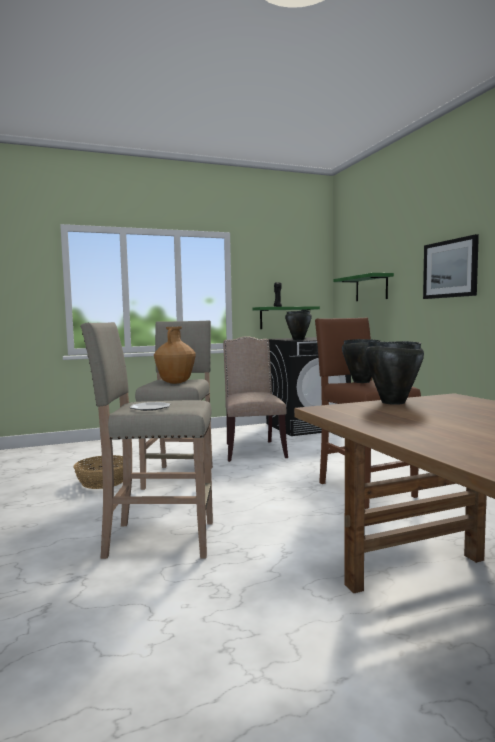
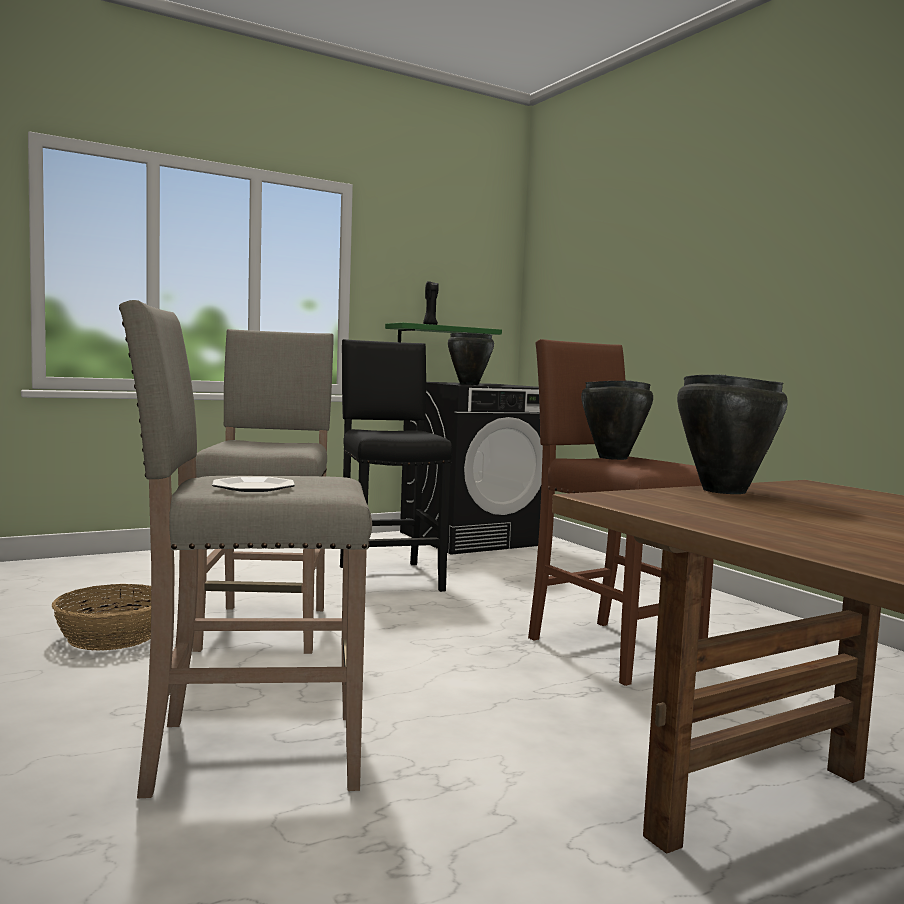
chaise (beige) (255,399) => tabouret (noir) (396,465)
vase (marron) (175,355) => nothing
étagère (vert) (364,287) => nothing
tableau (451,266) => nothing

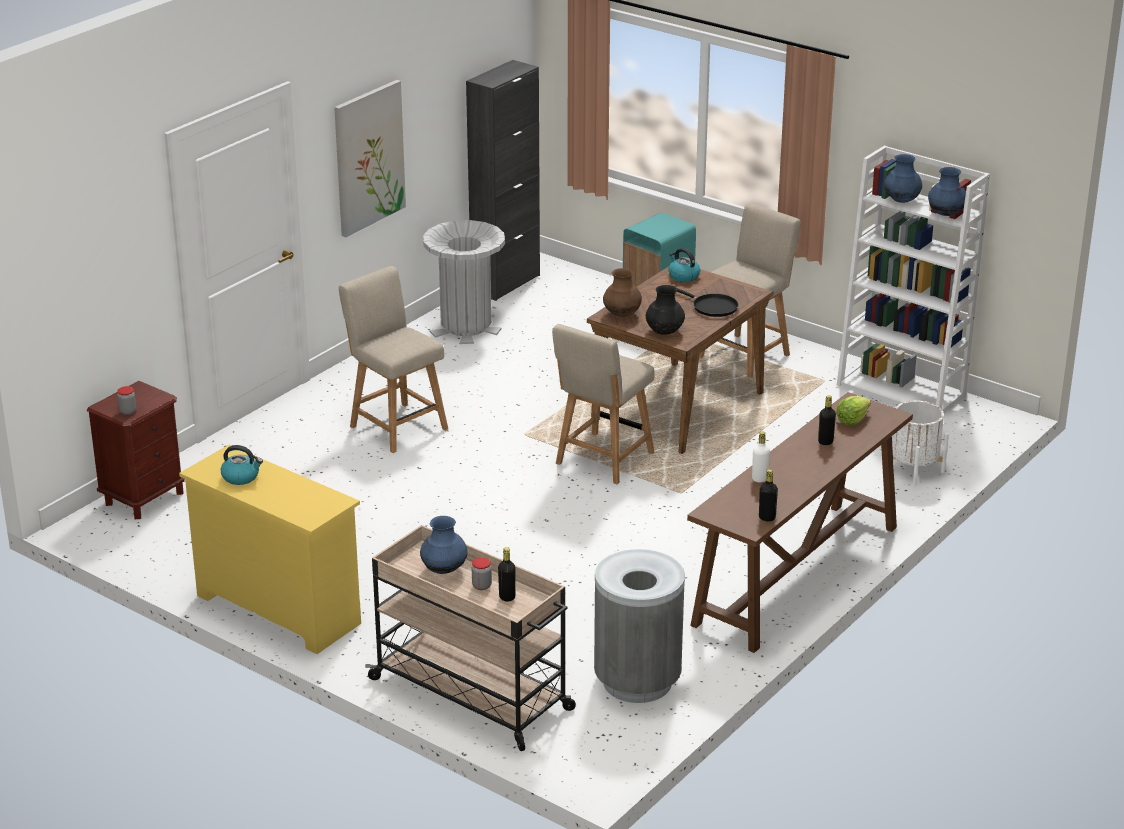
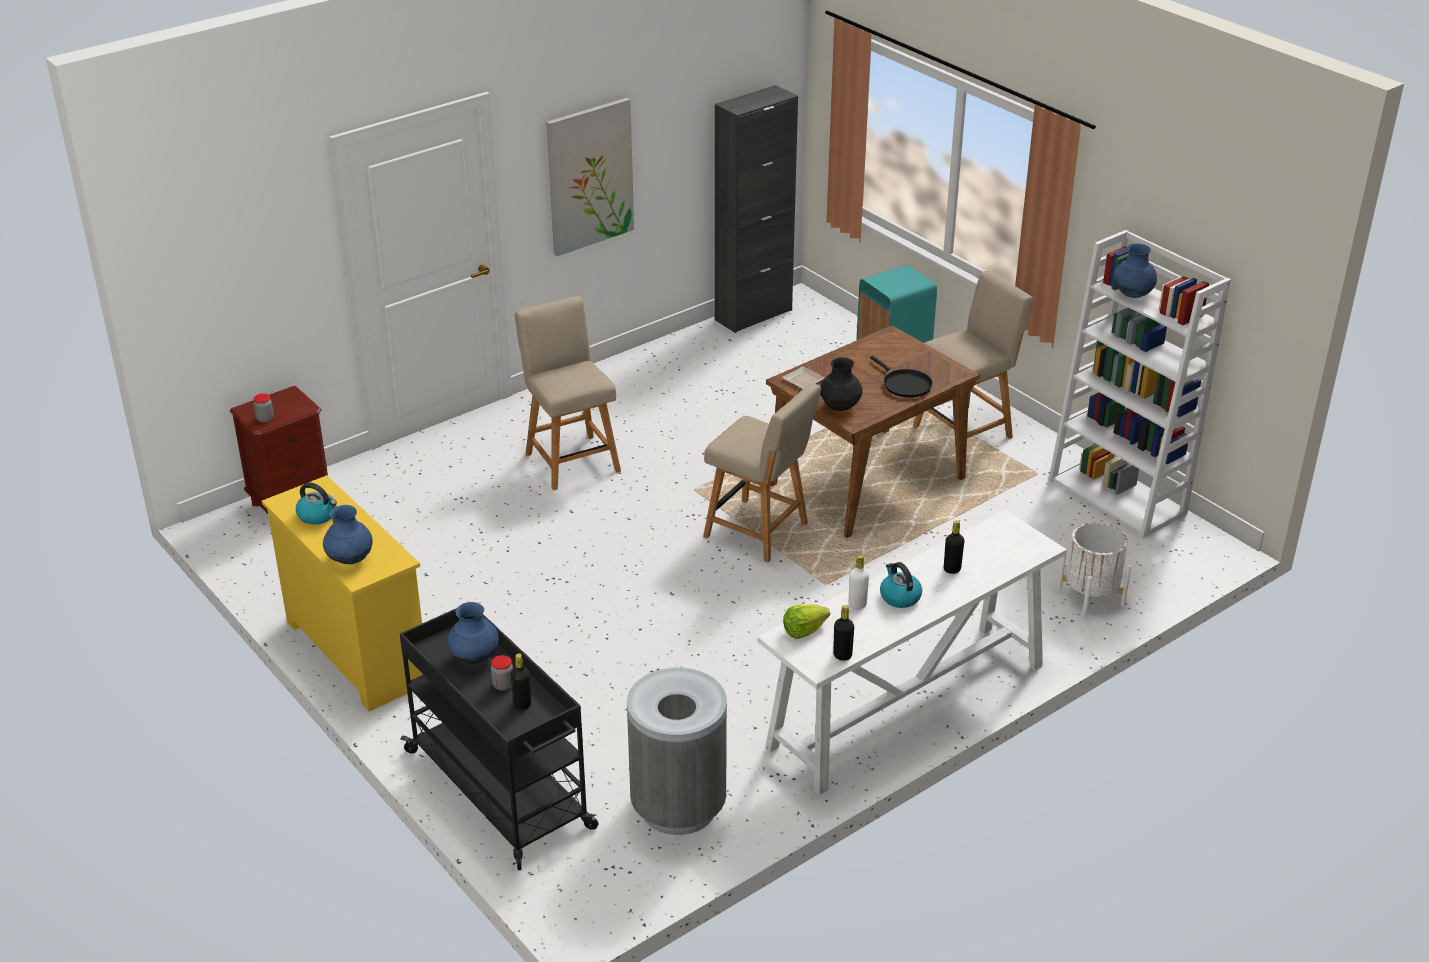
vase (bleu) (947,191) => vase (bleu) (348,534), moved
chariot (beige) (470,638) => chariot (noir) (499,739)
chaise (beige) (603,404) => chaise (beige) (762,473), 105 degrees counterclockwise
table console (marron) (800,522) => table console (blanc) (912,652)
vase (marron) (622,292) => assiette (803,377)
laitue (853,410) => laitue (806,621), moved
bouilloire (684,265) => bouilloire (901,585), moved
poubelle (gris) (464,282) => nothing

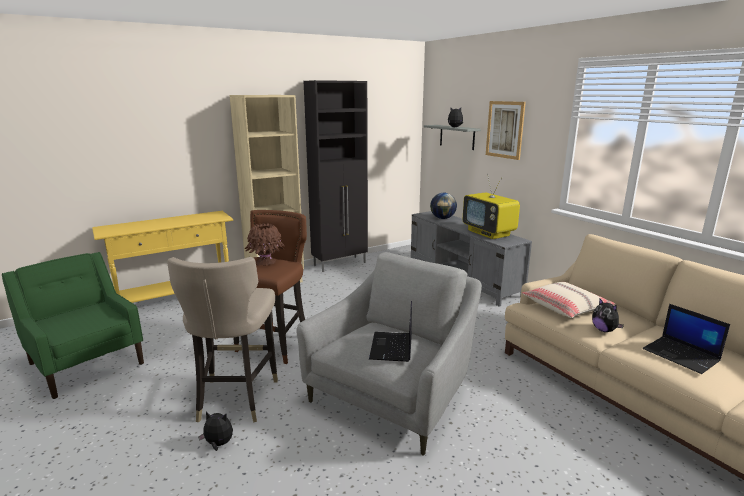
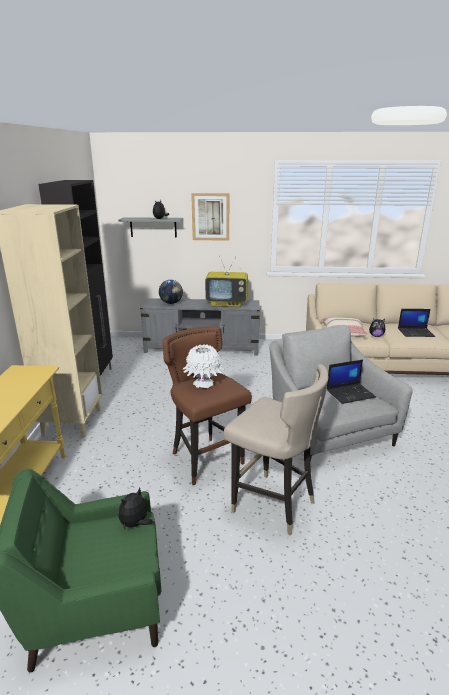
peluche (215,431) => peluche (135,508), moved
vase (marron) (265,244) => vase (blanc) (203,366)
ordinateur portable (390,331) => ordinateur portable (351,382), 60 degrees counterclockwise

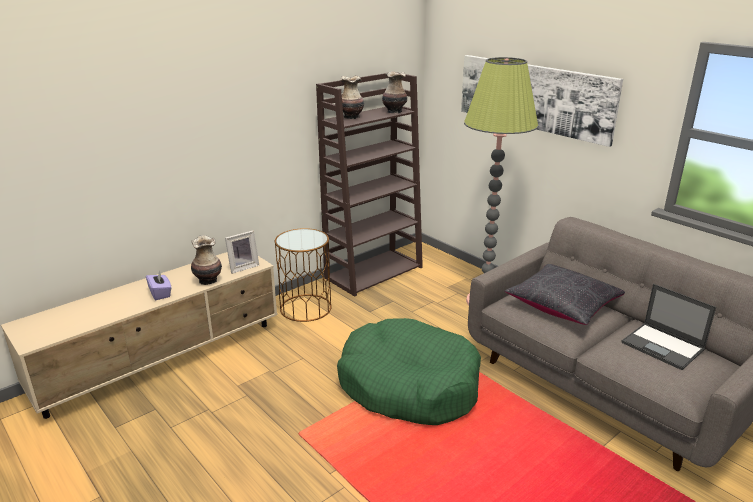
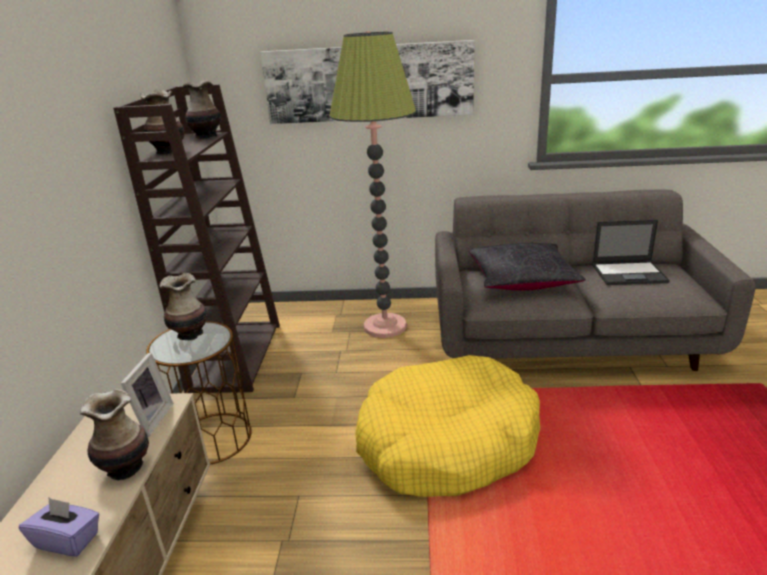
nothing => vase (183,306)
panier pour chien (vert) (409,371) => panier pour chien (jaune) (447,426)

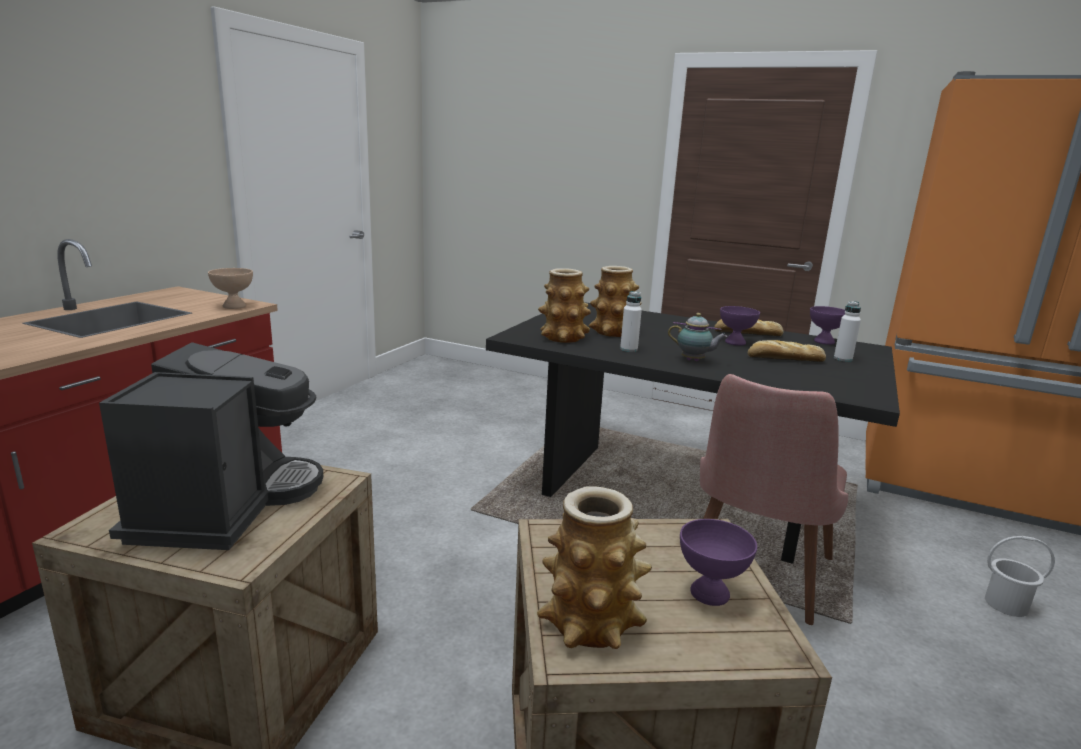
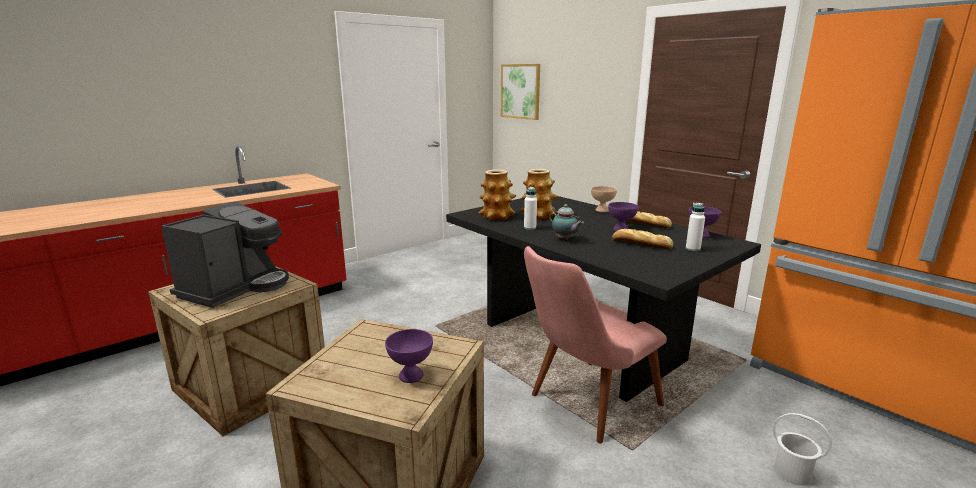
nothing => tableau (520,92)
bol (beige) (230,288) => bol (beige) (604,199), moved
vase (594,567) => nothing

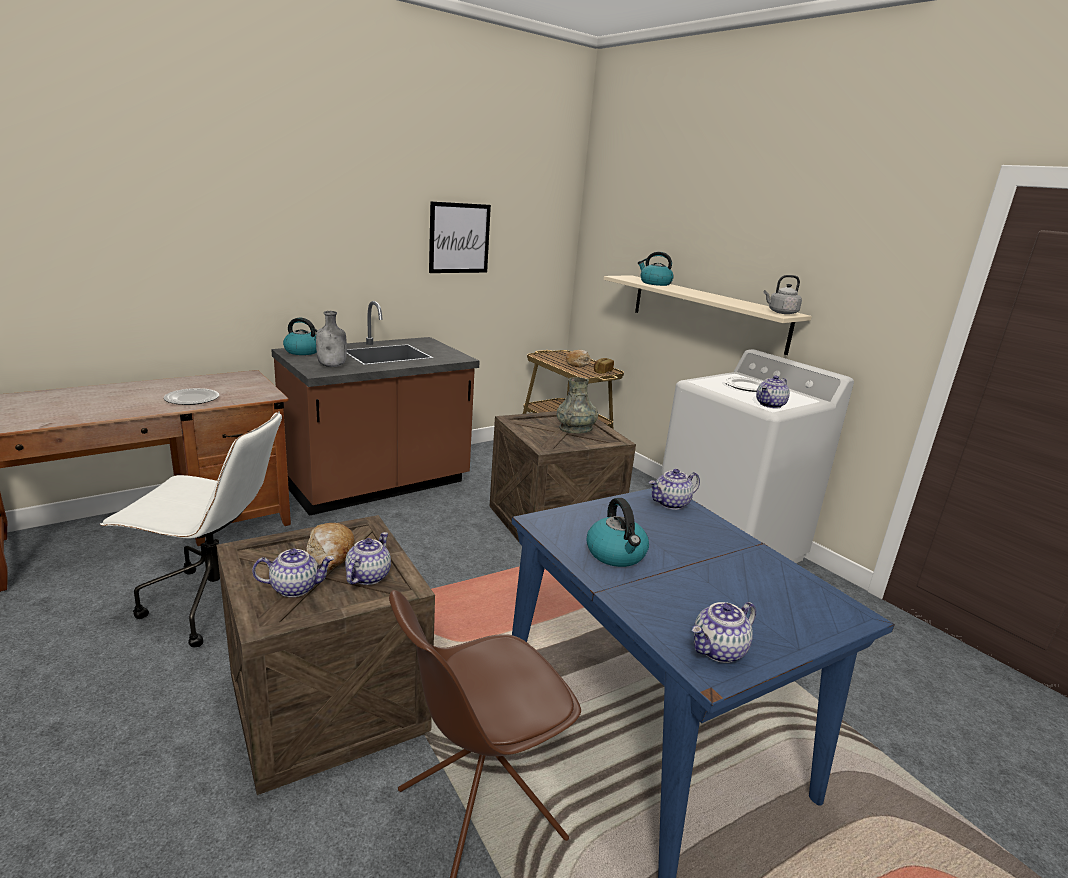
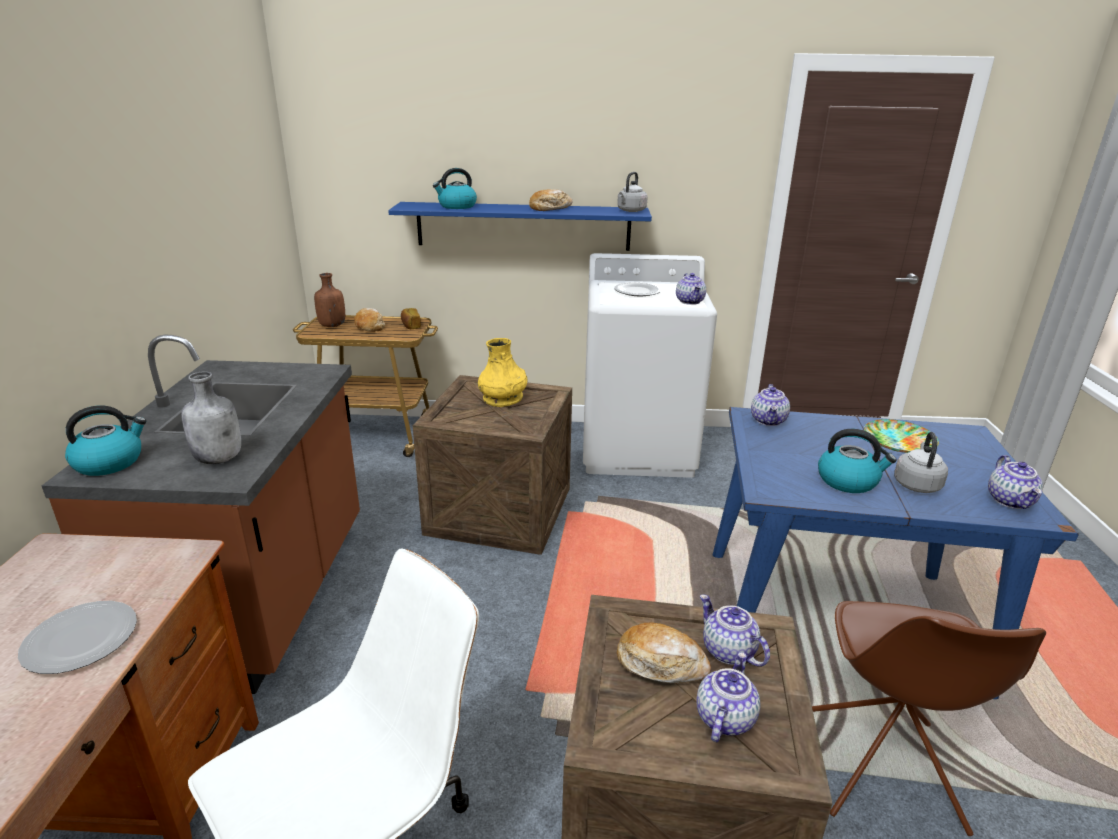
nothing => bouteille (marron) (329,300)
étagère (beige) (708,315) => étagère (bleu) (520,226)
vase (gris) (577,405) => vase (jaune) (503,372)
nothing => pain (551,200)
nothing => assiette (901,436)
nothing => bouilloire (gris) (921,462)
tableau (460,237) => nothing

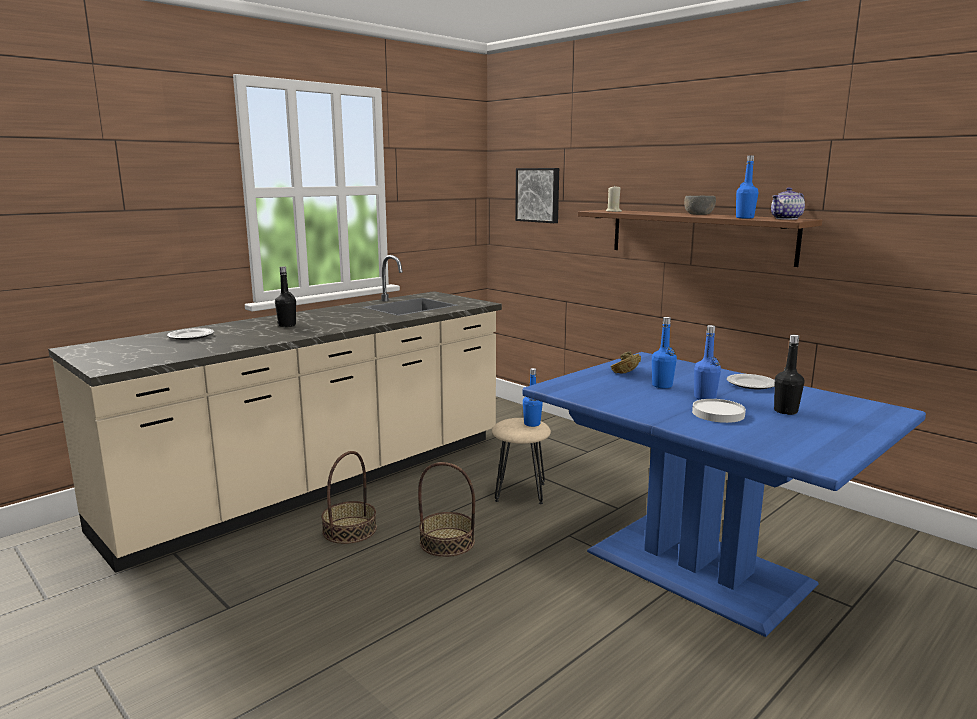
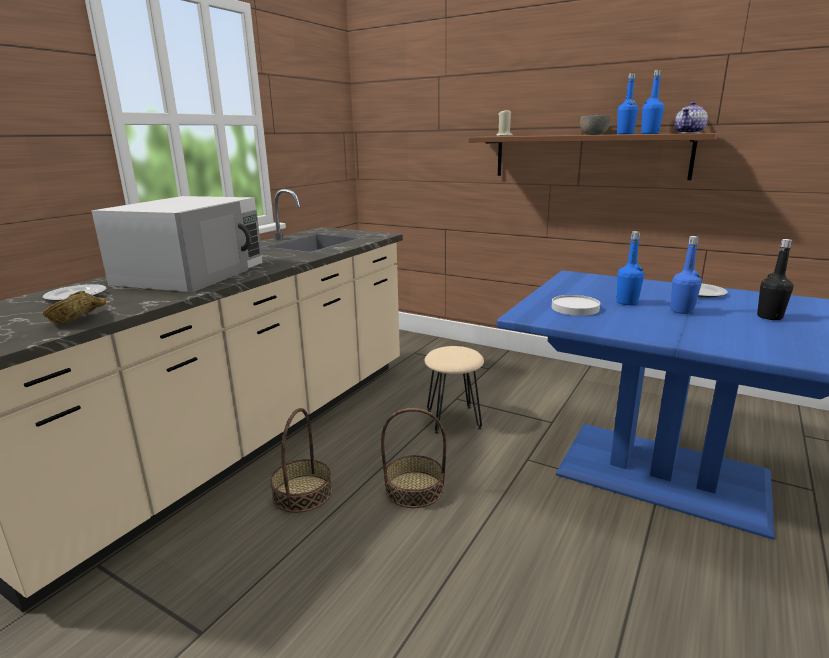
bol (marron) (625,362) => bol (marron) (74,307), moved
bouteille (noir) (285,297) => micro-ondes (blanc) (177,244)
assiette (blanc) (719,411) => assiette (blanc) (576,305), moved
bouteille (bleu) (533,397) => bouteille (bleu) (627,103), moved
tableau (537,195) => nothing

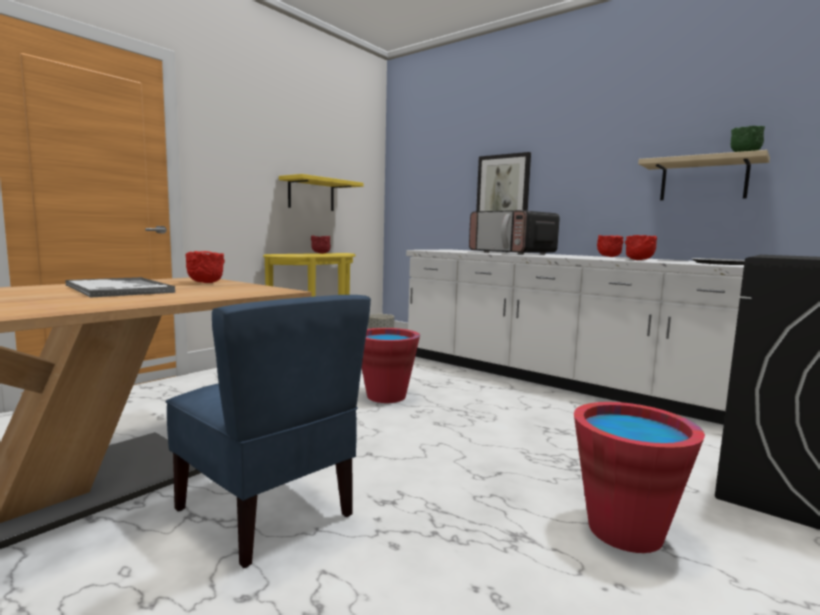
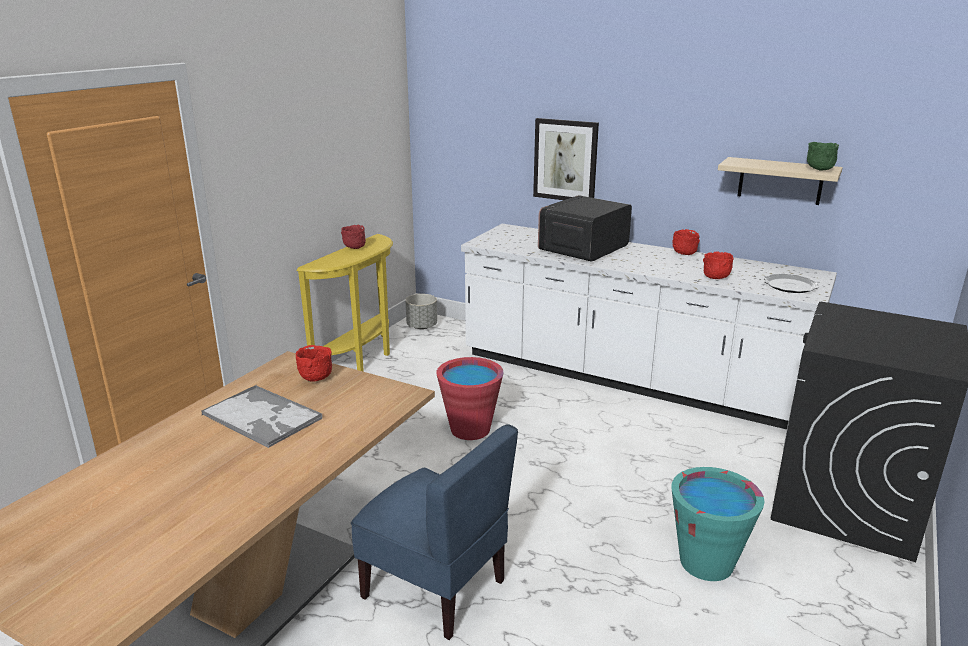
micro-ondes (514,232) => micro-ondes (585,228), 90 degrees clockwise
seau (rouge) (639,477) => seau (turquoise) (717,524)
étagère (jaune) (321,192) => nothing

